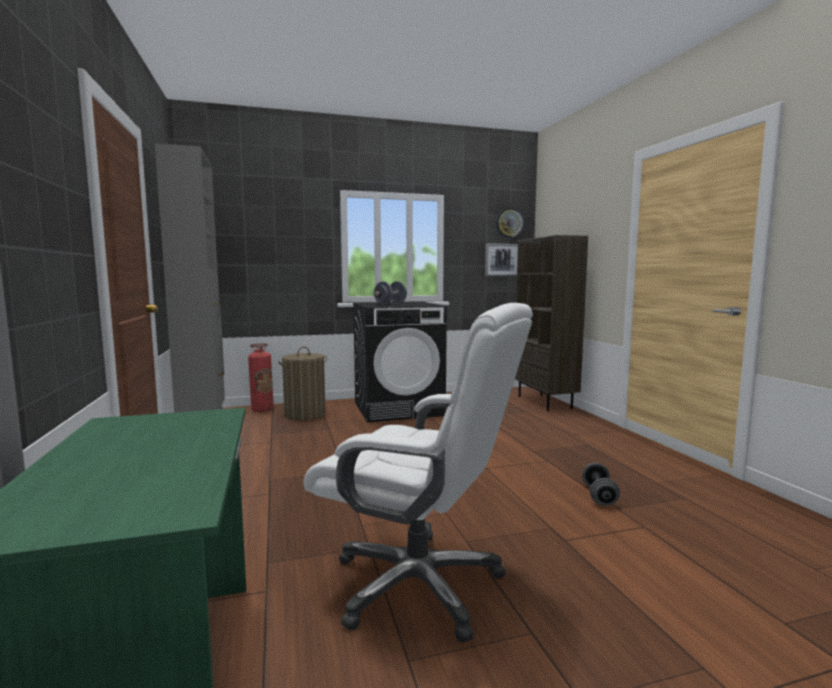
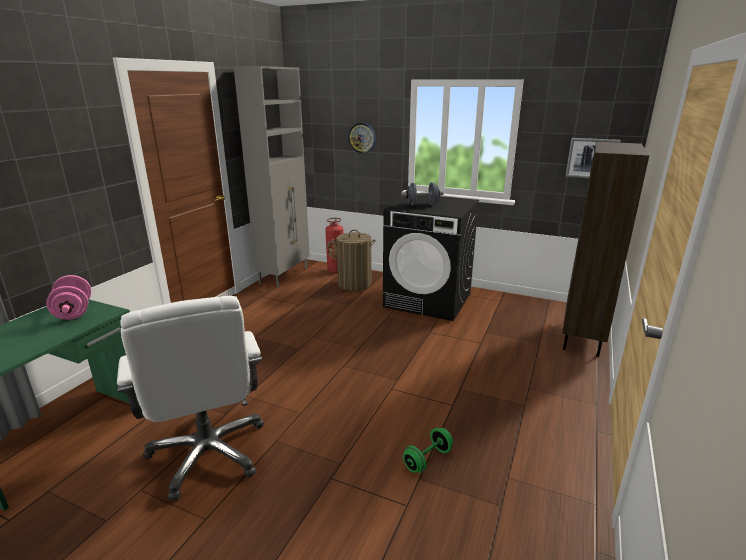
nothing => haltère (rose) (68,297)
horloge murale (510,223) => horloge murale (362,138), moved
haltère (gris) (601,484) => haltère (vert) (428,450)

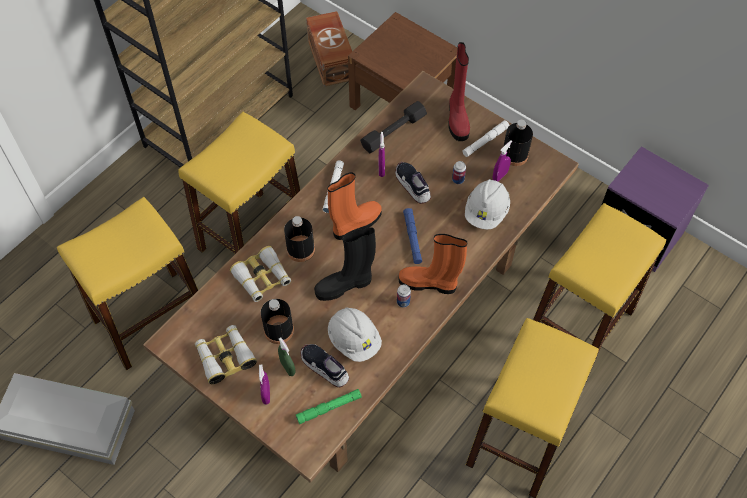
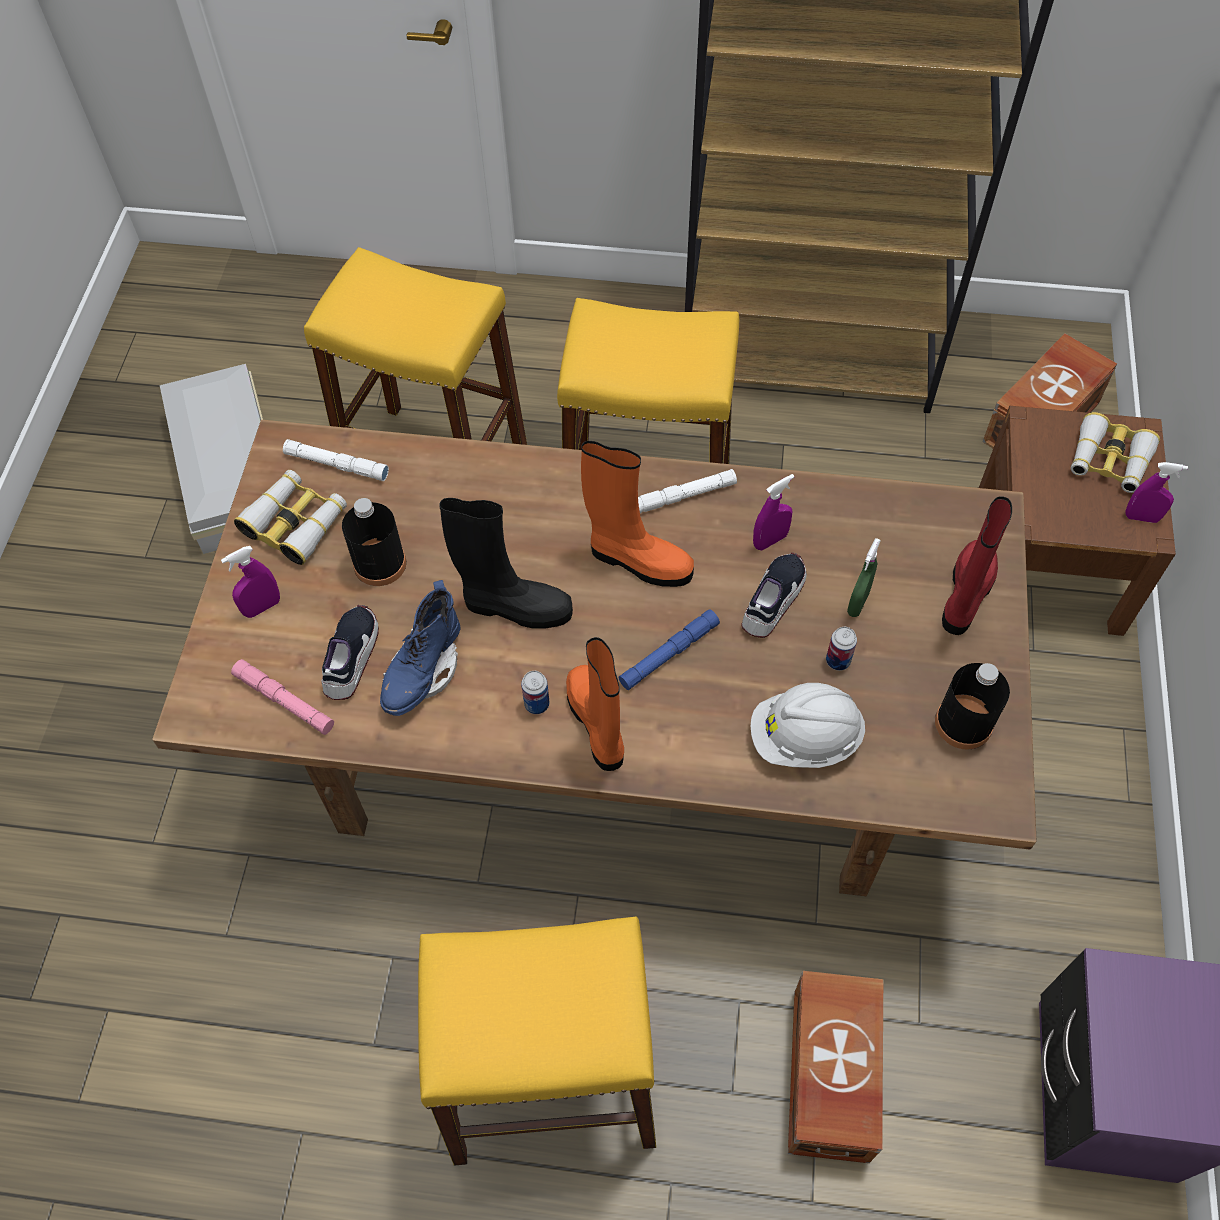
lampe de poche (vert) (329,406) => lampe de poche (rose) (282,697)
lampe de poche (blanc) (486,138) => lampe de poche (blanc) (336,460), moved
casque de chantier (blanc) (355,334) => botte (bleu) (420,648)
botte (noir) (345,264) => botte (noir) (506,563), 150 degrees clockwise
tabouret (jaune) (599,281) => boîte de rangement (marron) (835,1067)
vaporisateur (vert) (287,357) => vaporisateur (vert) (864,577), moved
botte (rouge) (459,91) => botte (rouge) (977,565), 150 degrees clockwise
jumelles (260,274) => jumelles (1115,452), moved
vaporisateur (violet) (502,160) => vaporisateur (violet) (1156,492), moved
bouteille (noir) (299,239) => nothing
haltère (noir) (393,127) => nothing

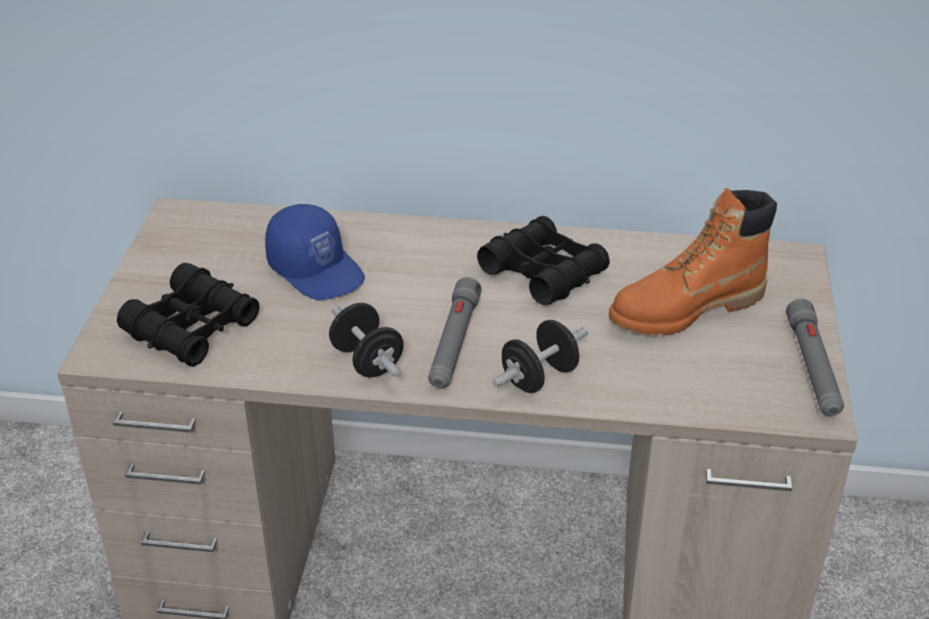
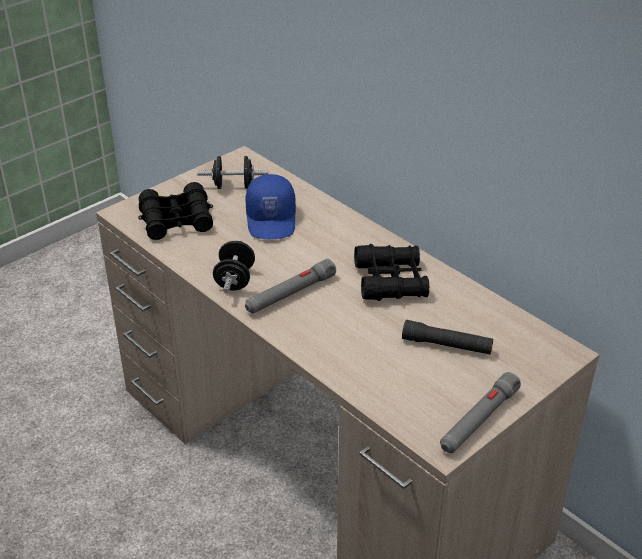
haltère (noir) (540,356) => haltère (noir) (232,172), moved
botte (orange) (693,261) => lampe de poche (noir) (447,337)

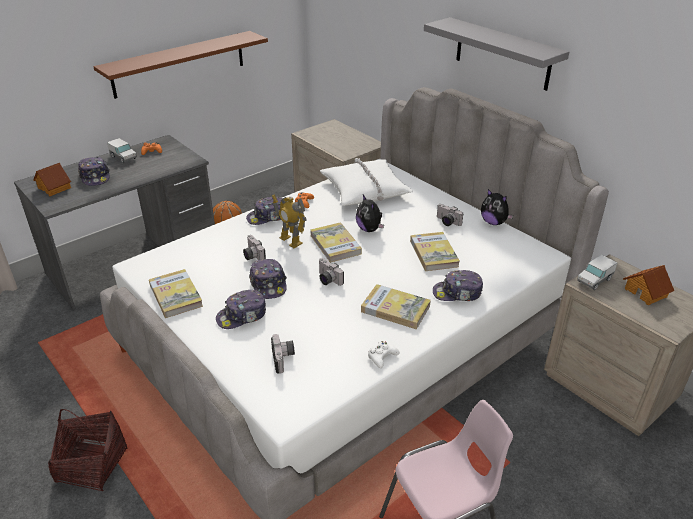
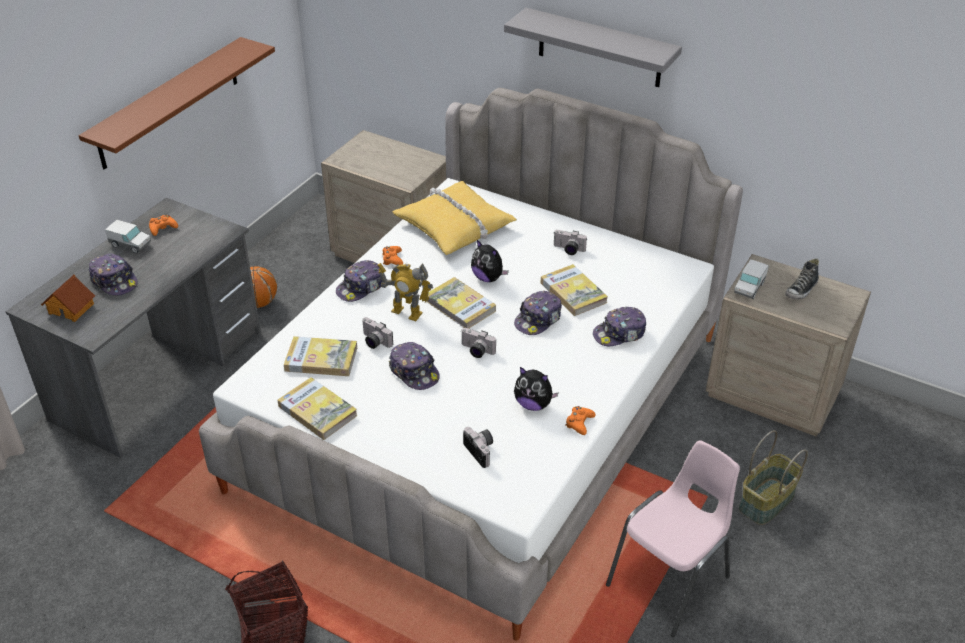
livre (396,306) => livre (321,356), moved
coussin (blanc) (366,182) => coussin (jaune) (454,218)
casquette (241,309) => casquette (538,313), moved
peluche (497,207) => peluche (536,389), moved
manette (blanc) (383,354) => manette (orange) (581,420)
nothing => panier (773,477)
maison miniature (648,285) => chaussure (802,279)

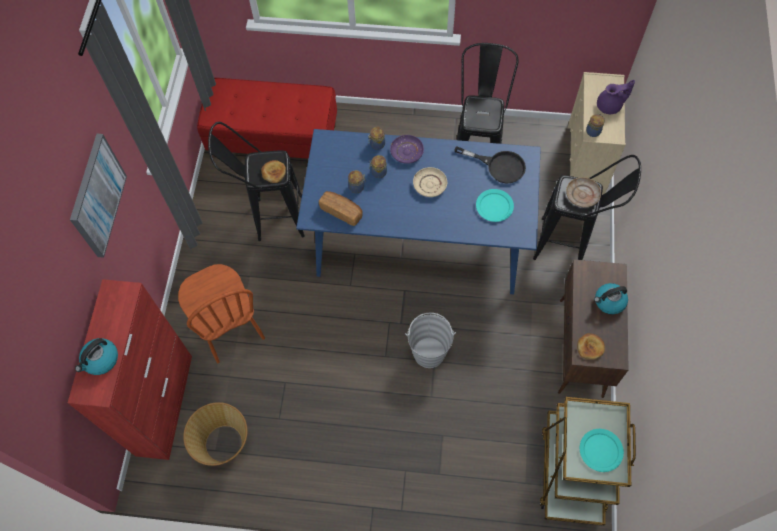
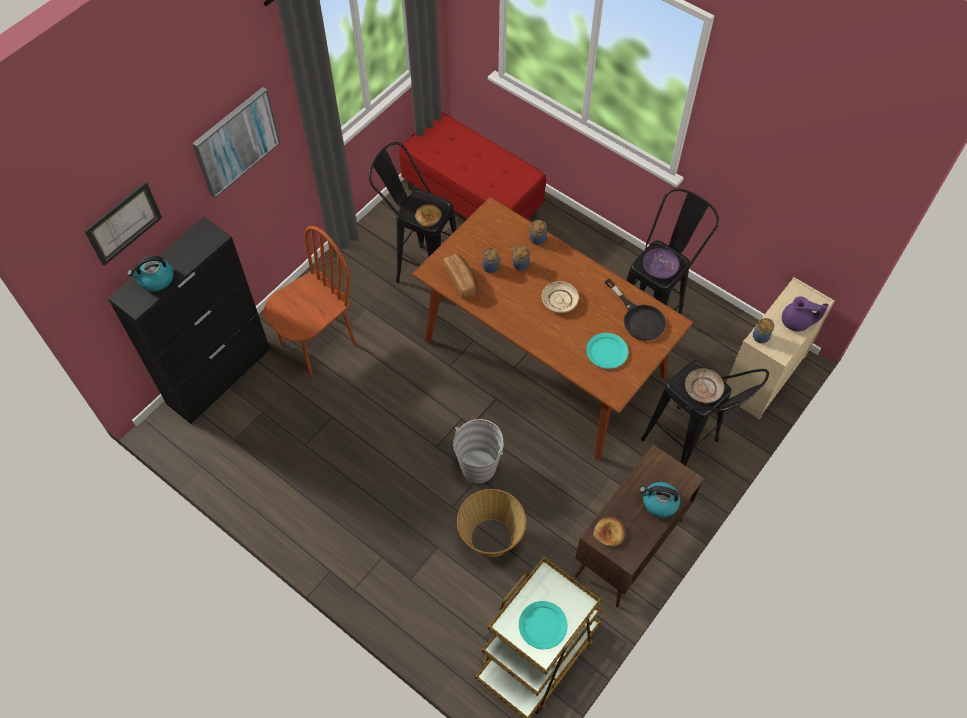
nothing => tableau (123,223)
meuble de rangement (rouge) (130,369) => meuble de rangement (noir) (189,320)
chaise (marron) (221,313) => chaise (marron) (309,301), 135 degrees counterclockwise
table à manger (bleu) (418,211) => table à manger (marron) (552,329)
panier (215,434) => panier (492,523), moved
assiette (violet) (407,149) => assiette (violet) (661,264), moved

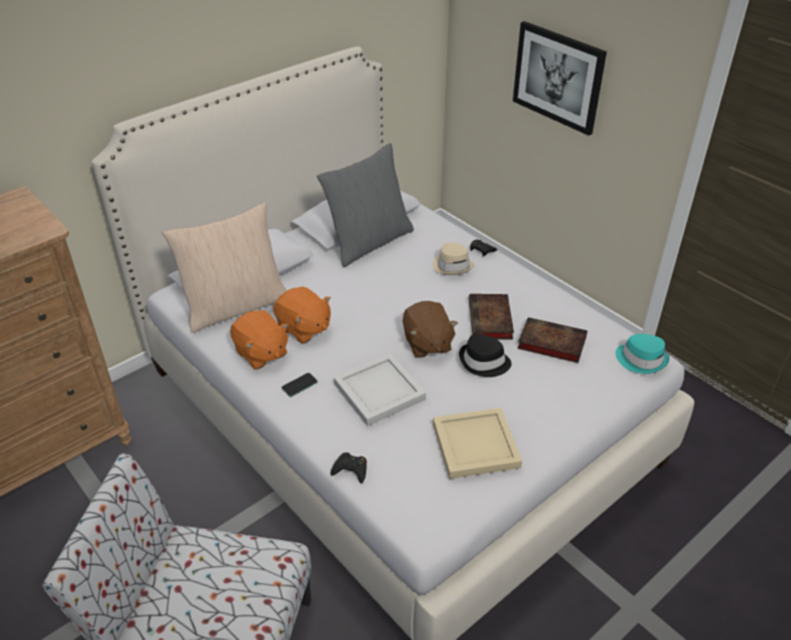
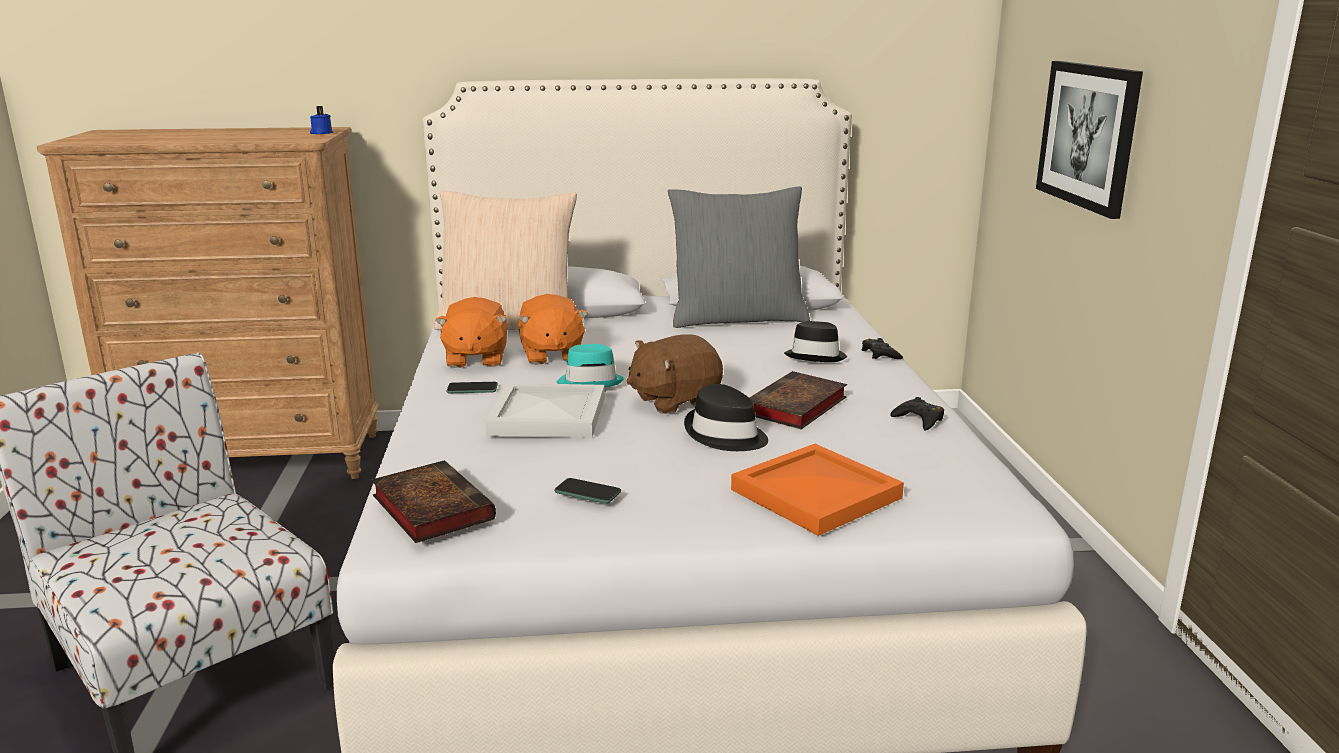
nothing => bougie (bleu) (321,120)
livre (552,340) => livre (433,501), moved
plateau (beige) (477,443) => téléphone (587,491)
chapeau (turquoise) (642,354) => chapeau (turquoise) (591,365), moved
peluche (marron) (430,329) => peluche (marron) (674,374), 45 degrees clockwise
nothing => plateau (orange) (817,490)
chapeau (beige) (453,258) => chapeau (noir) (815,341)
manette (noir) (349,467) => manette (noir) (917,413), moved

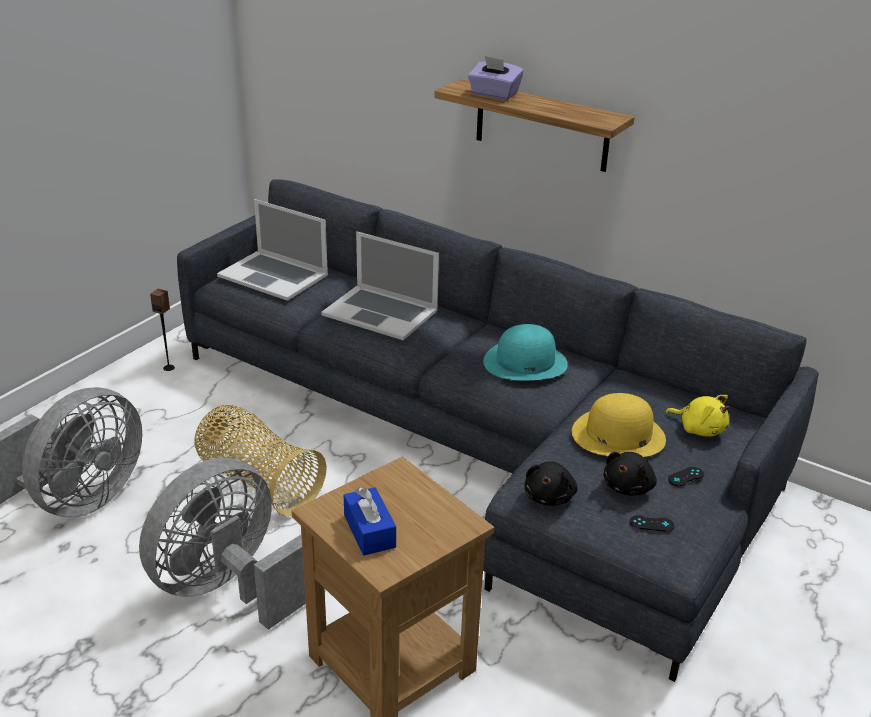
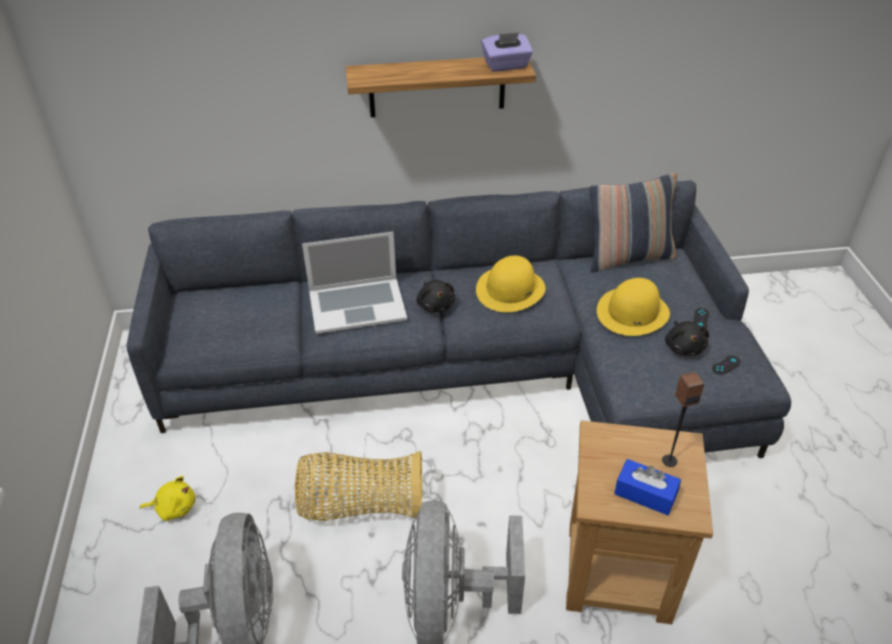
peluche (jaune) (697,416) => peluche (jaune) (167,498), moved
peluche (noir) (551,483) => peluche (noir) (435,296), moved
chapeau (turquoise) (525,352) => chapeau (jaune) (511,283)
boîte à mouchoirs (violet) (496,78) => boîte à mouchoirs (violet) (507,52), moved
nothing => coussin (633,223)
enceinte (162,330) => enceinte (683,419), moved
ordinateur portable (272,250) => nothing

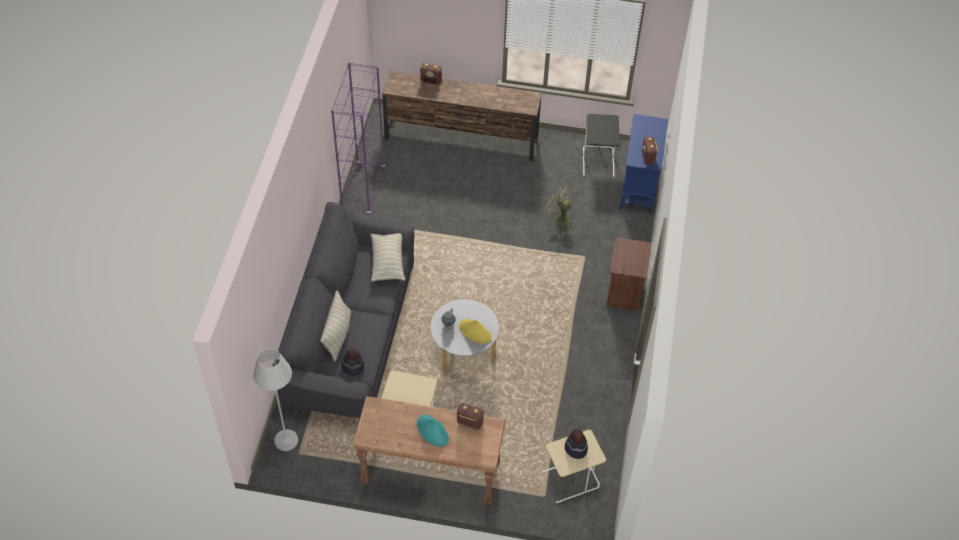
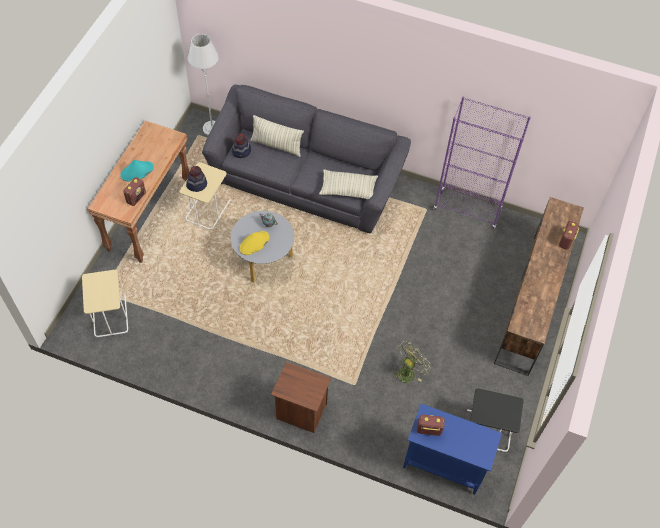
chapeau (576,444) => chapeau (196,179), moved

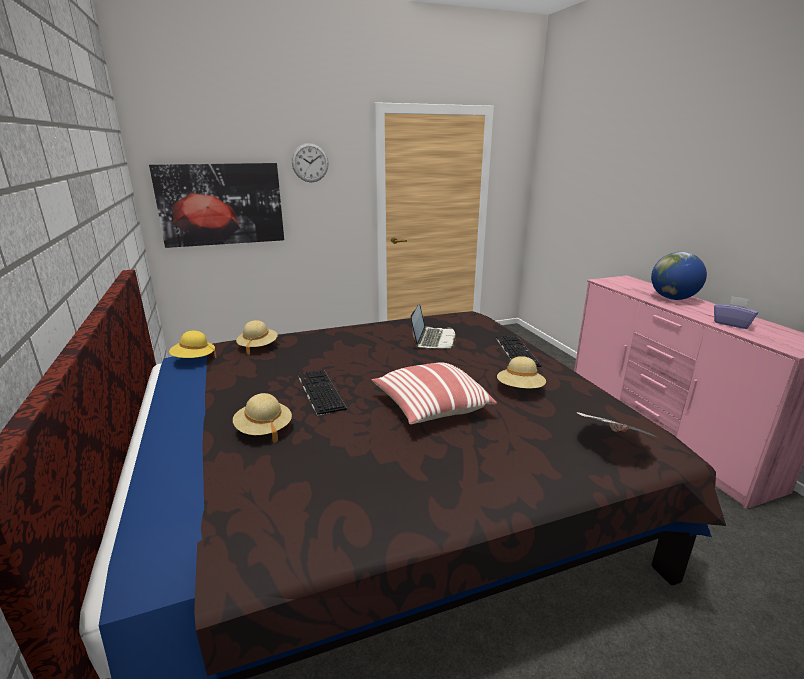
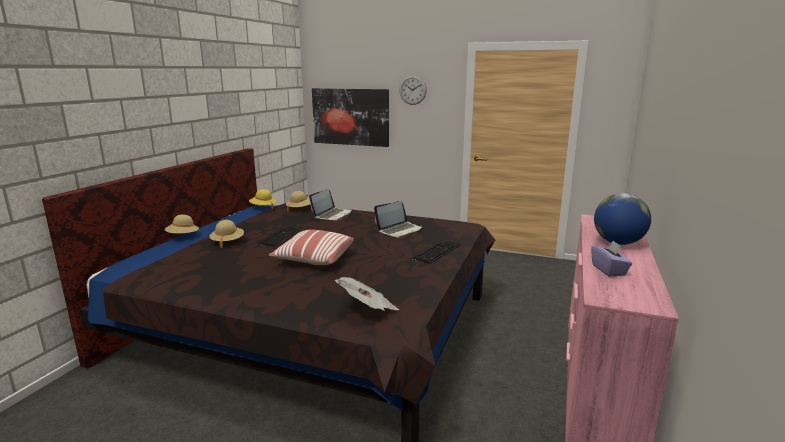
chapeau (beige) (521,372) => chapeau (beige) (182,224), moved
nothing => ordinateur portable (330,205)

